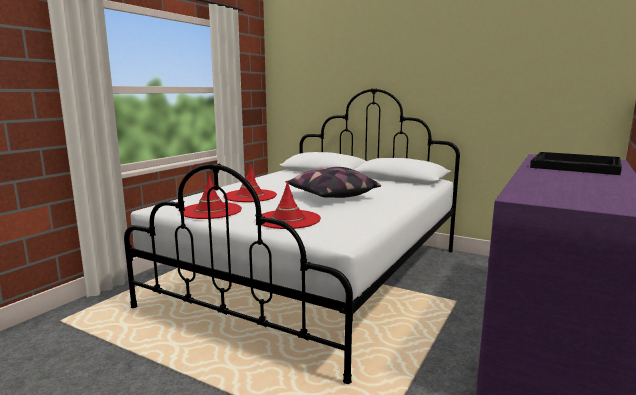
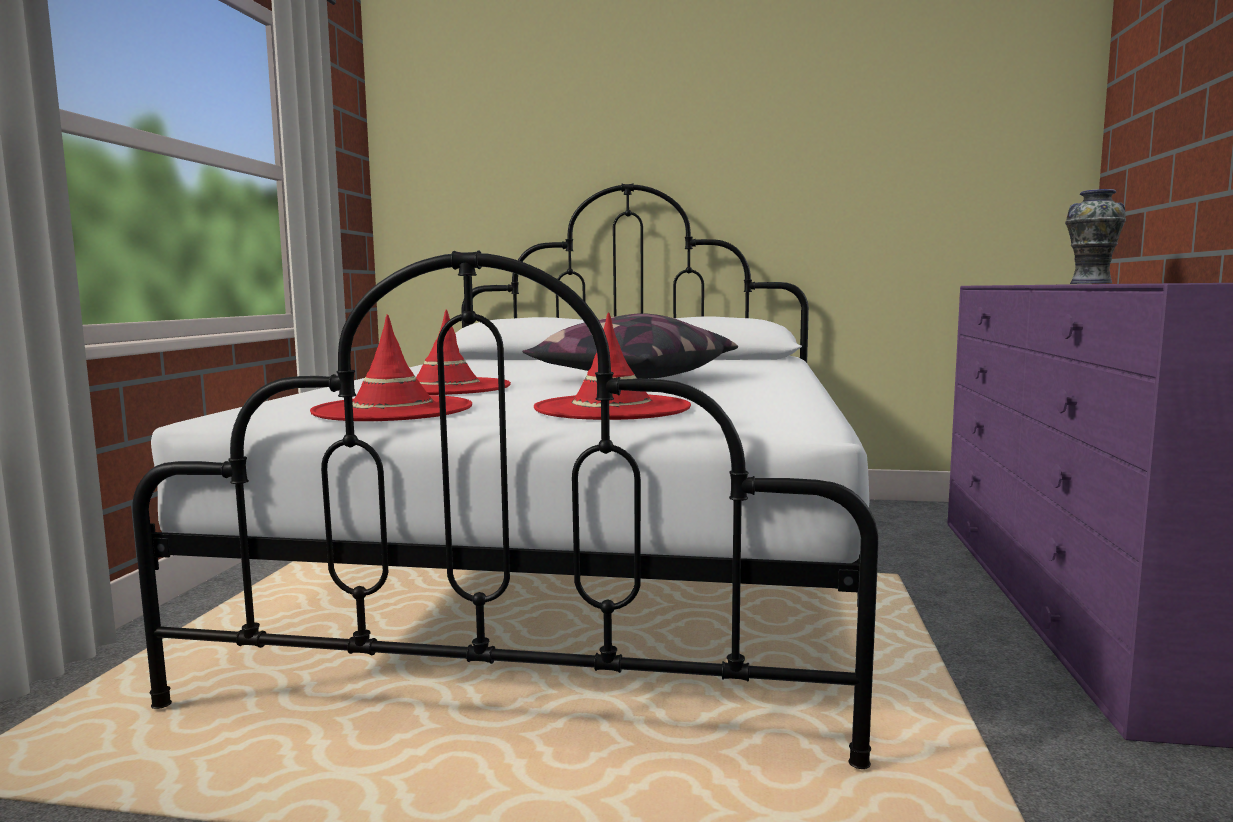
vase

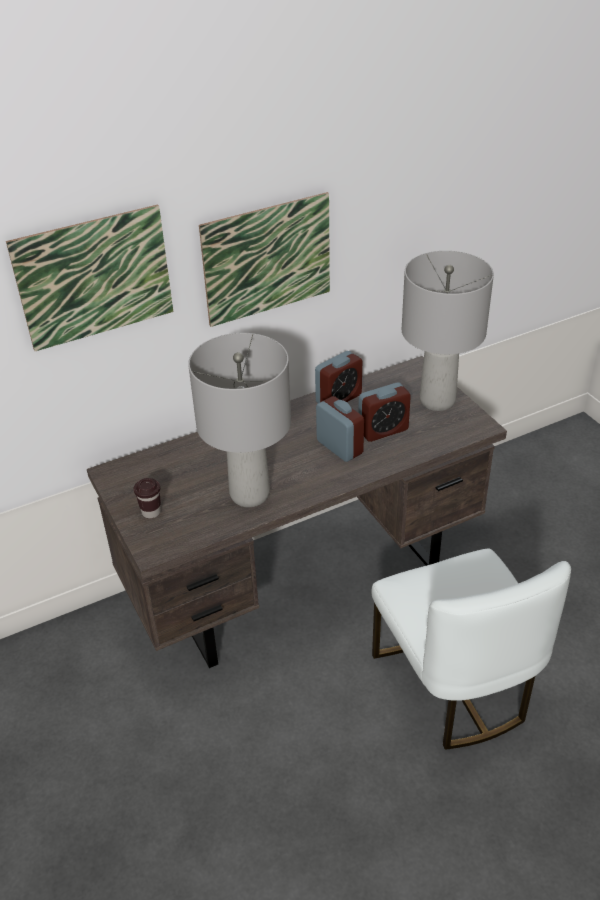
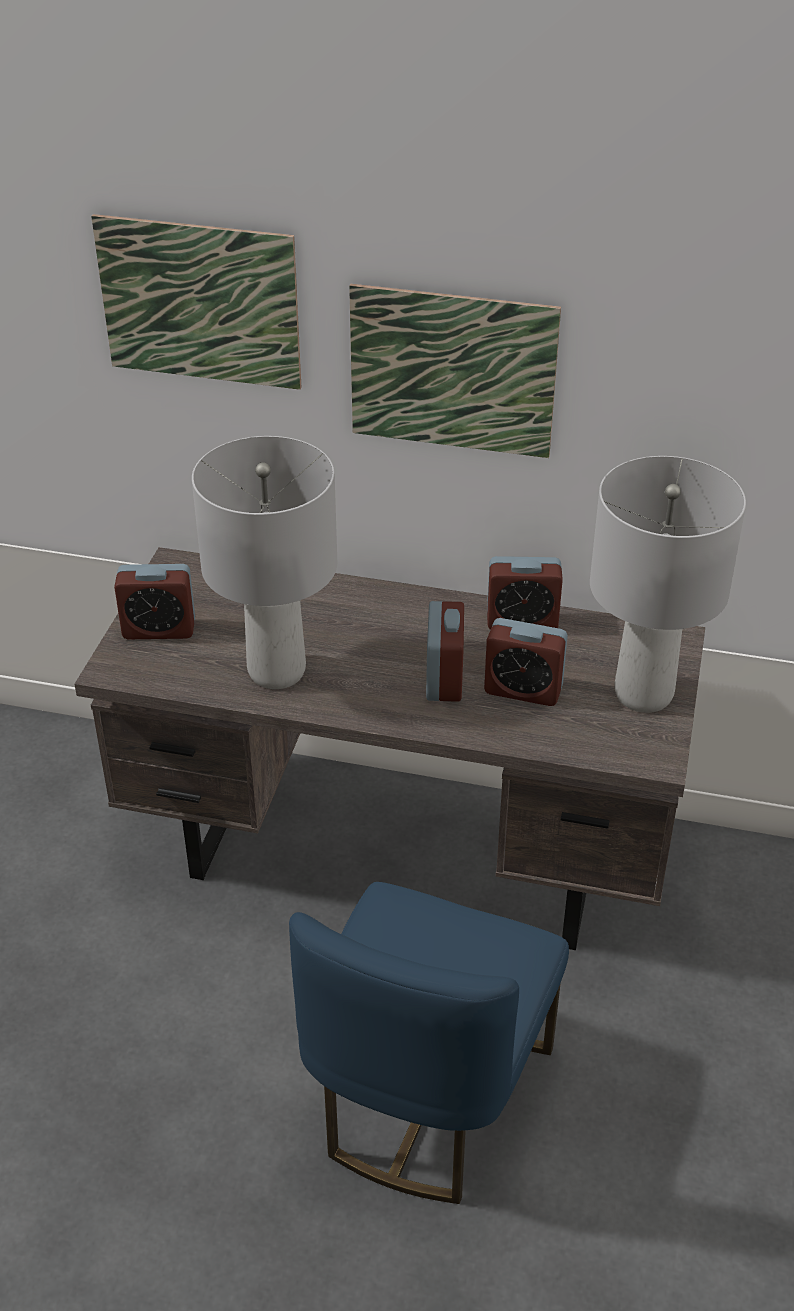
alarm clock (1st from left); chair/blue-coloured

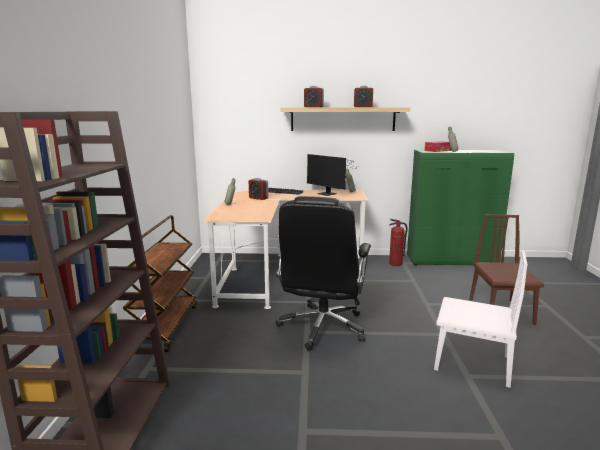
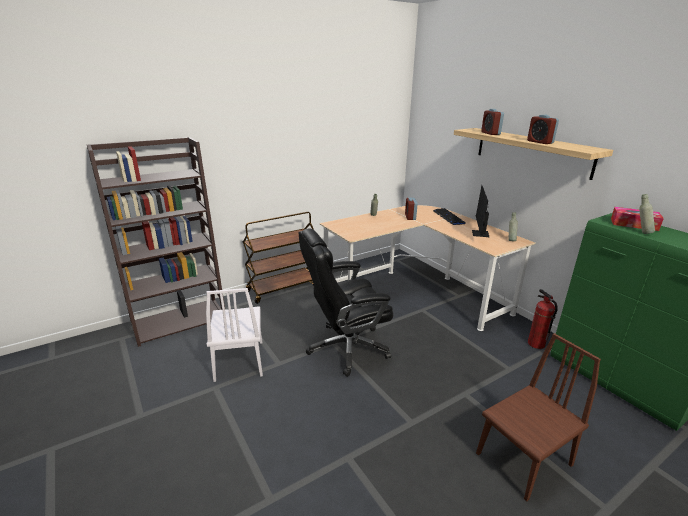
chair/whitish

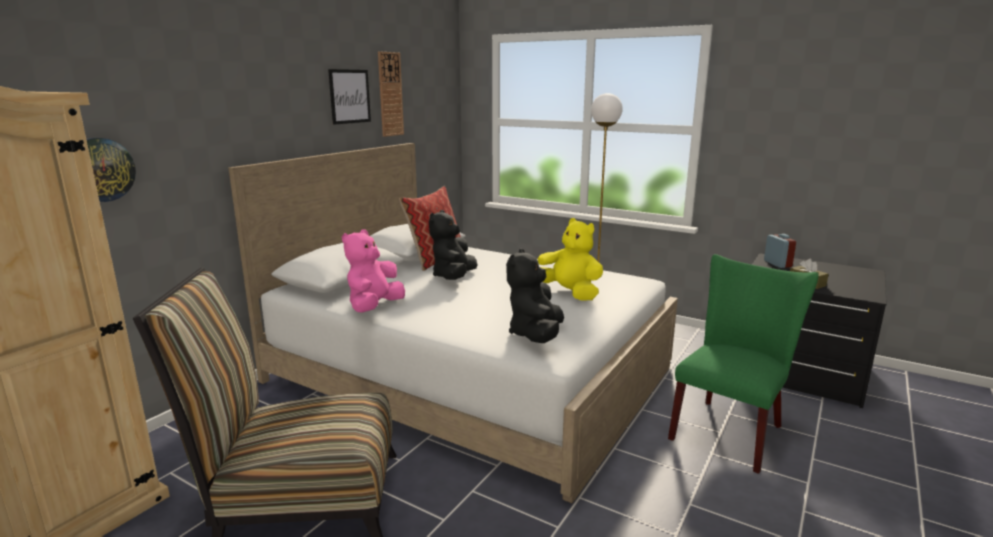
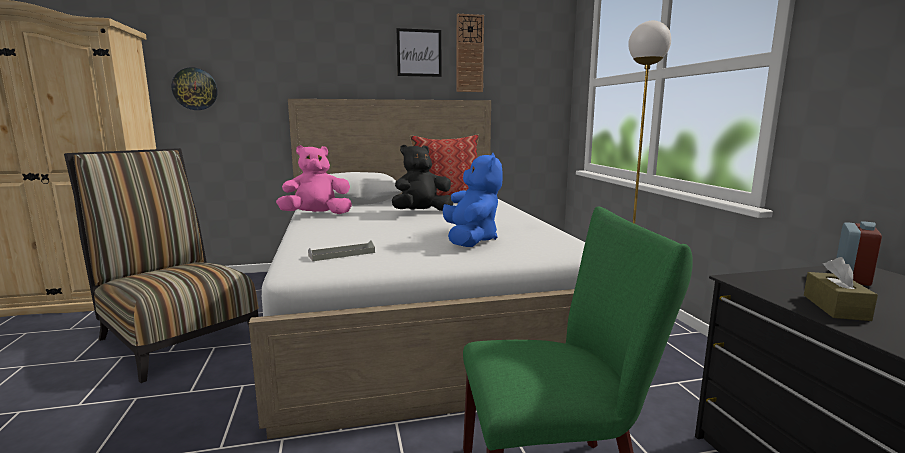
plush toy/blue-coloured; tray/gray

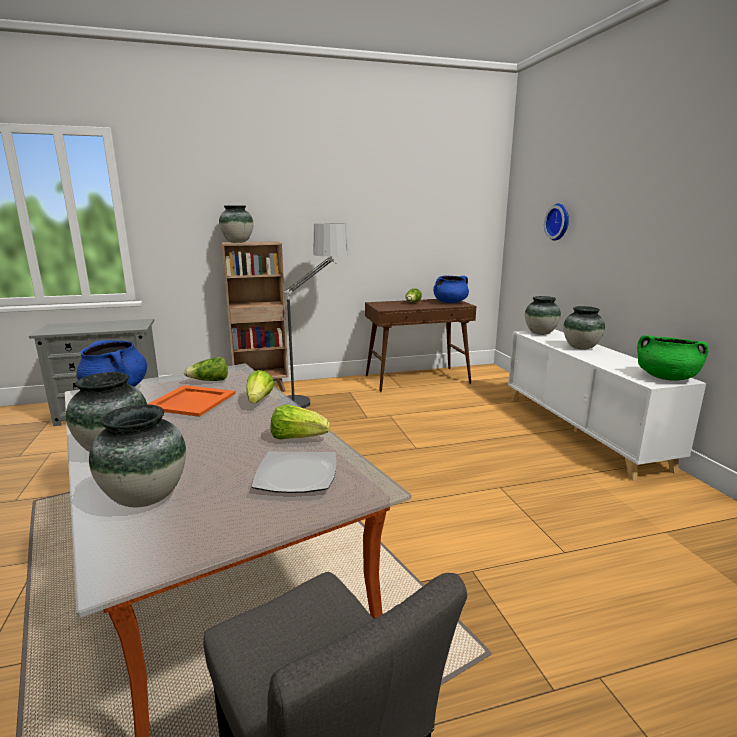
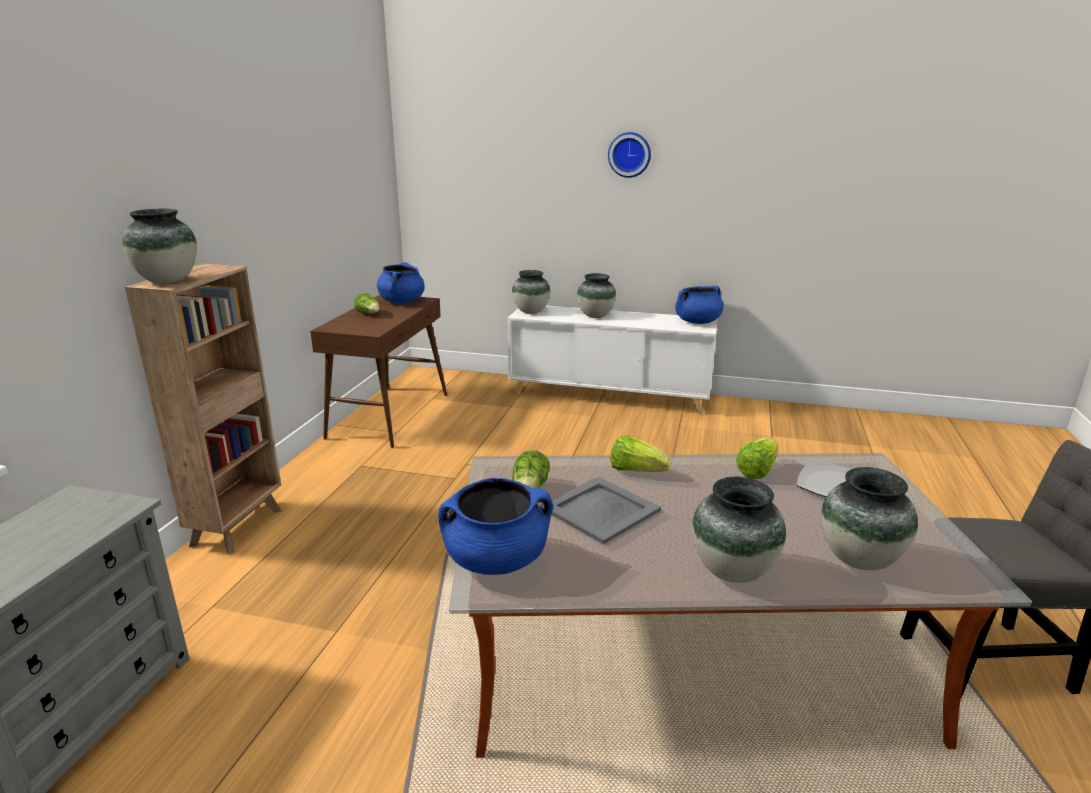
clock on the wall; standard lamp; saucepot/blue-coloured (3rd from left); tray/gray

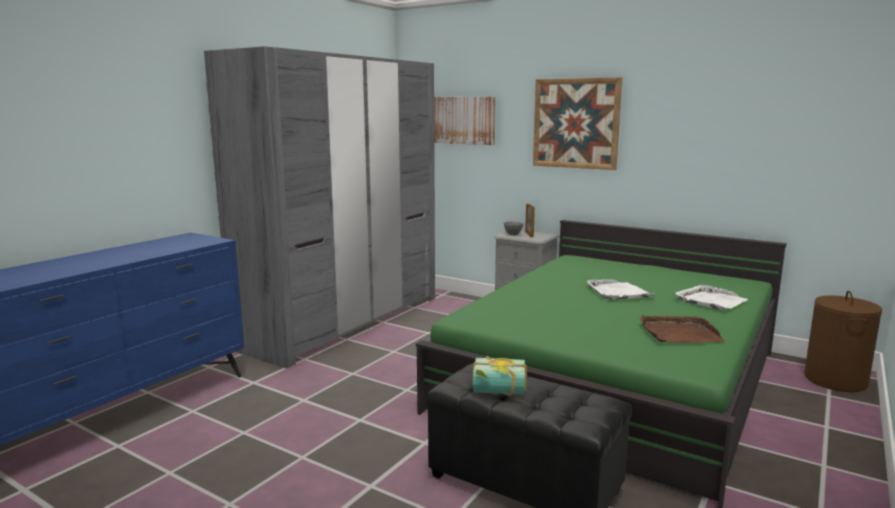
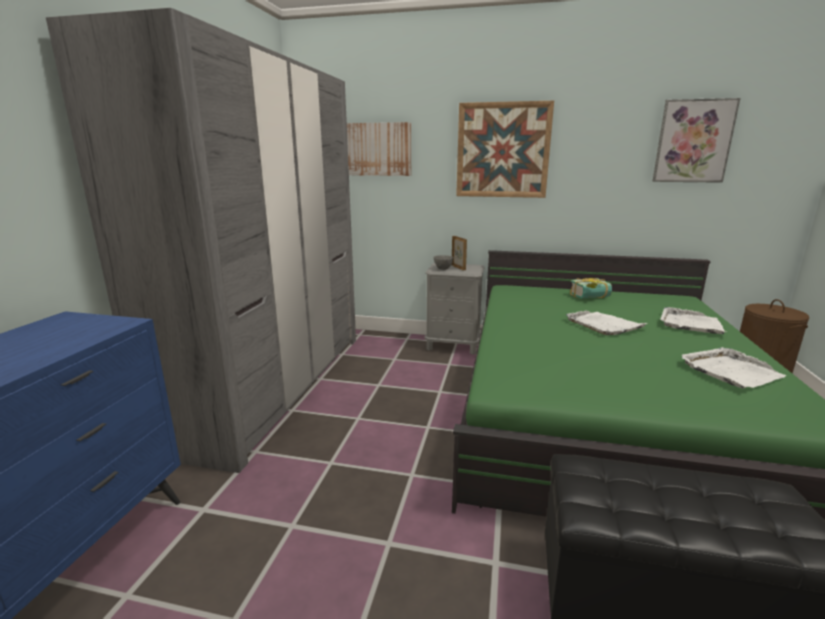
tray/whitish (3rd from left); bound book; picture (3rd from left)

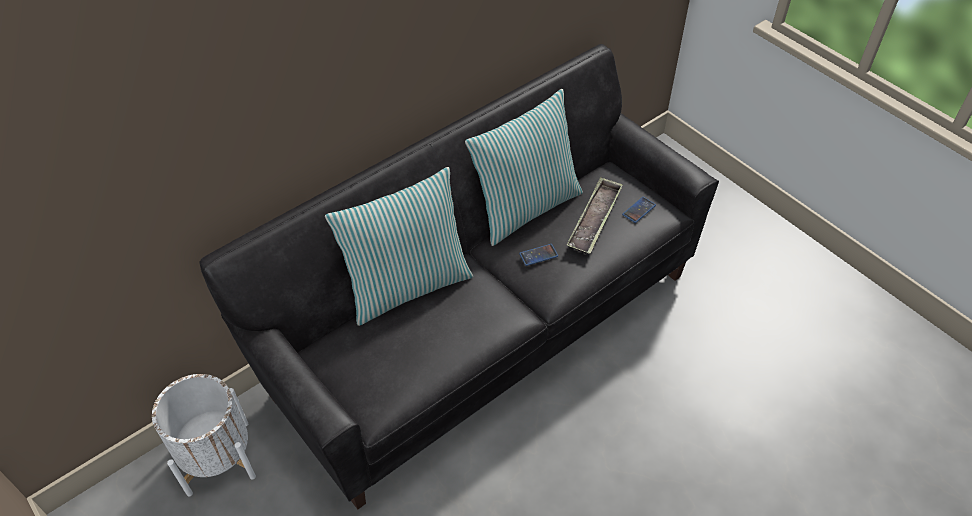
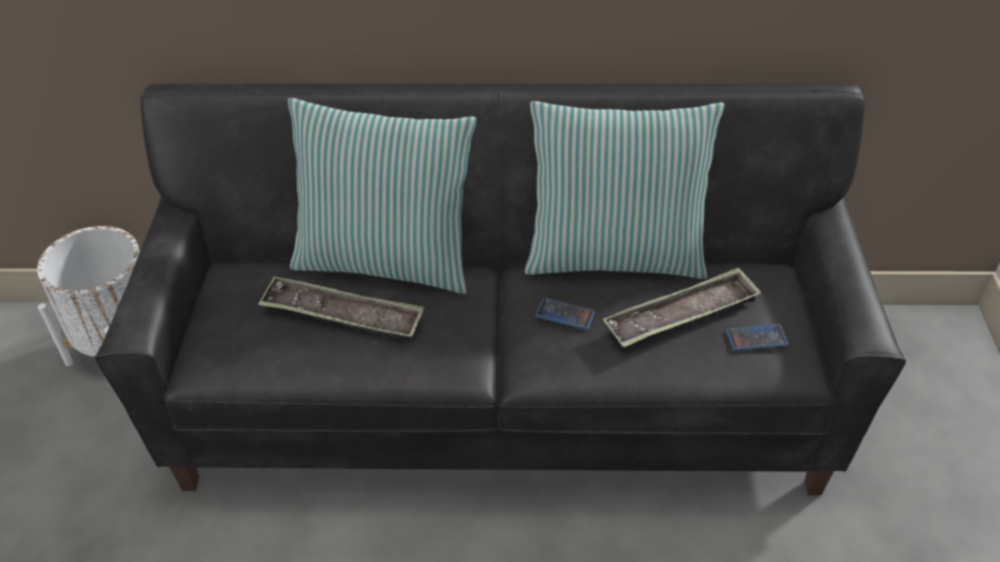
tray (1st from left)

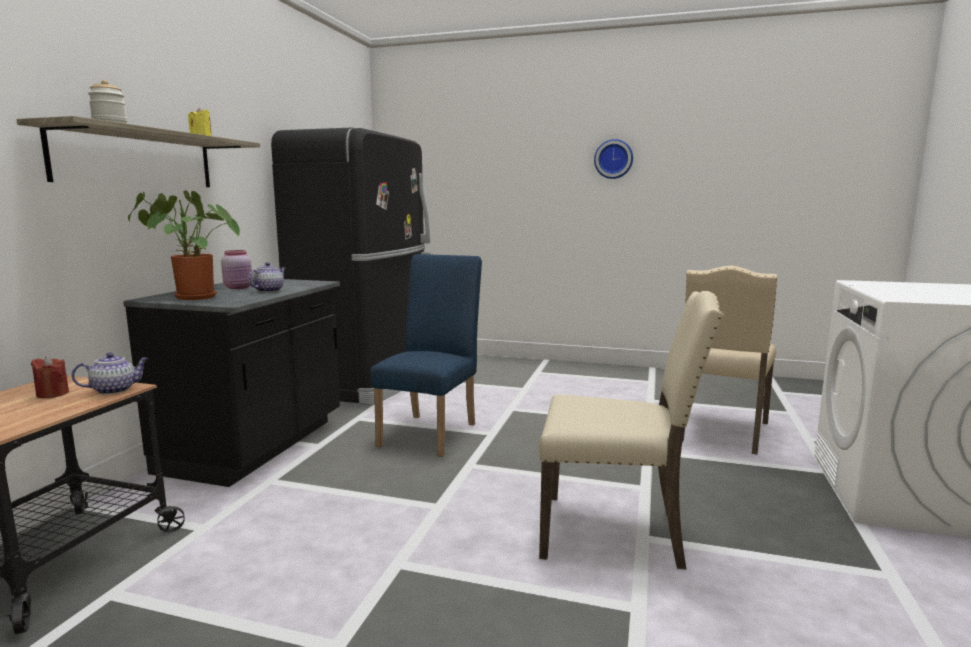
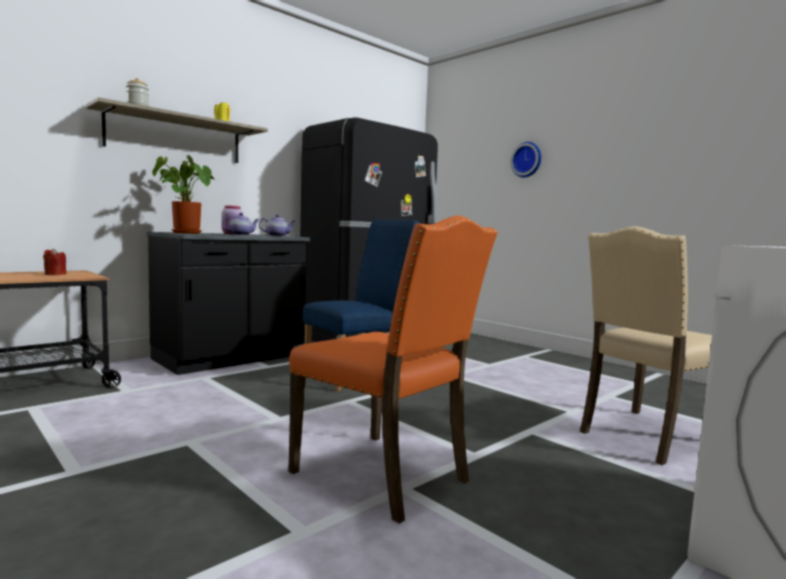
clock on the wall; chair/orange; pot for tea (2nd from left)

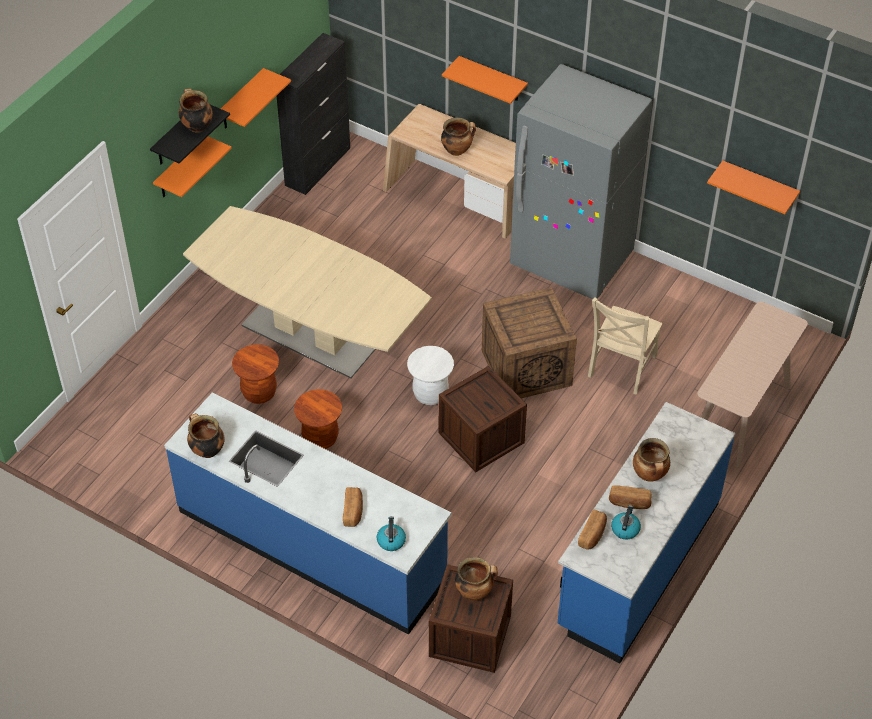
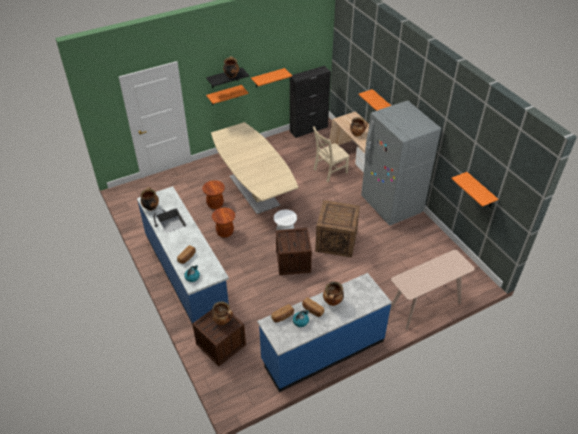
chair/beige

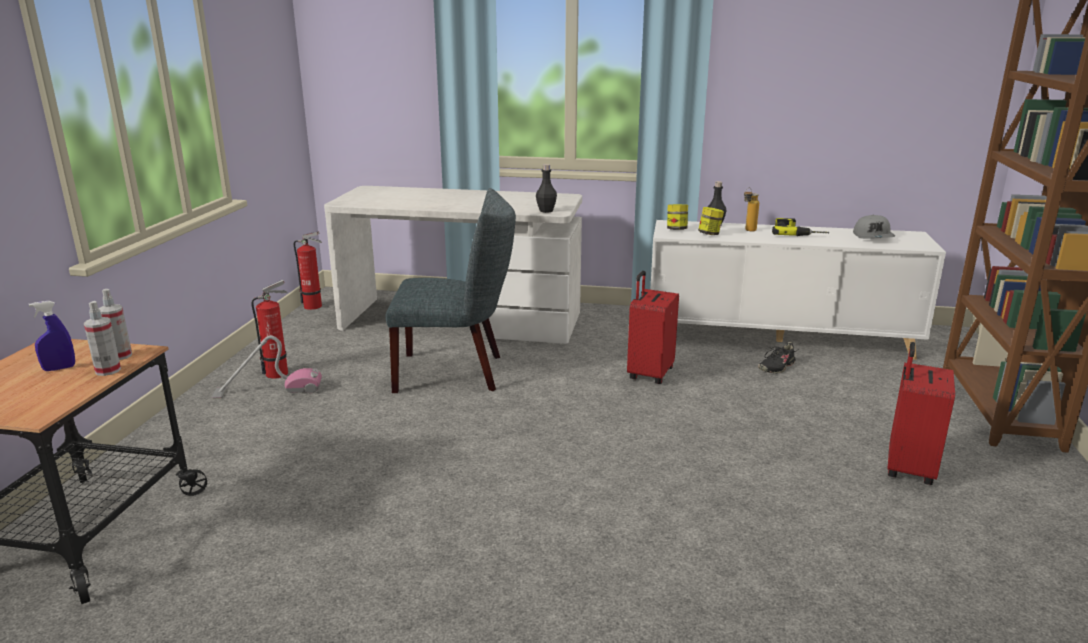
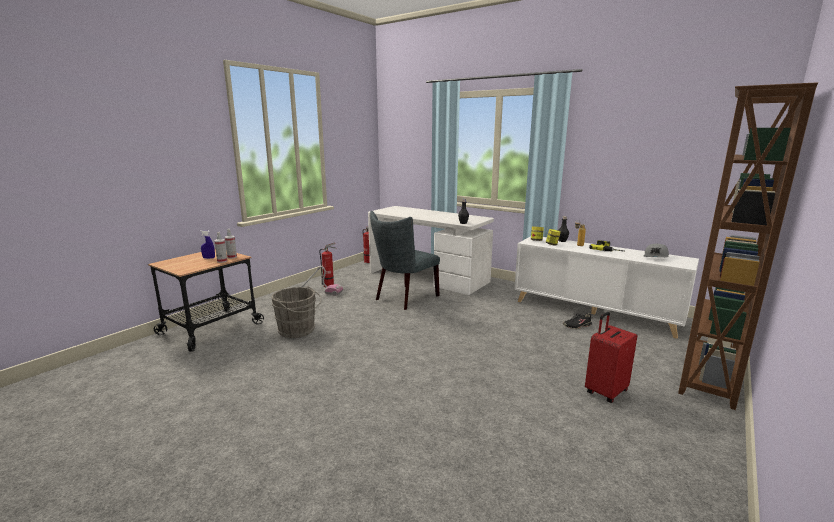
chair/gray; piece of luggage/red (1st from left in the first image); bucket/gray

